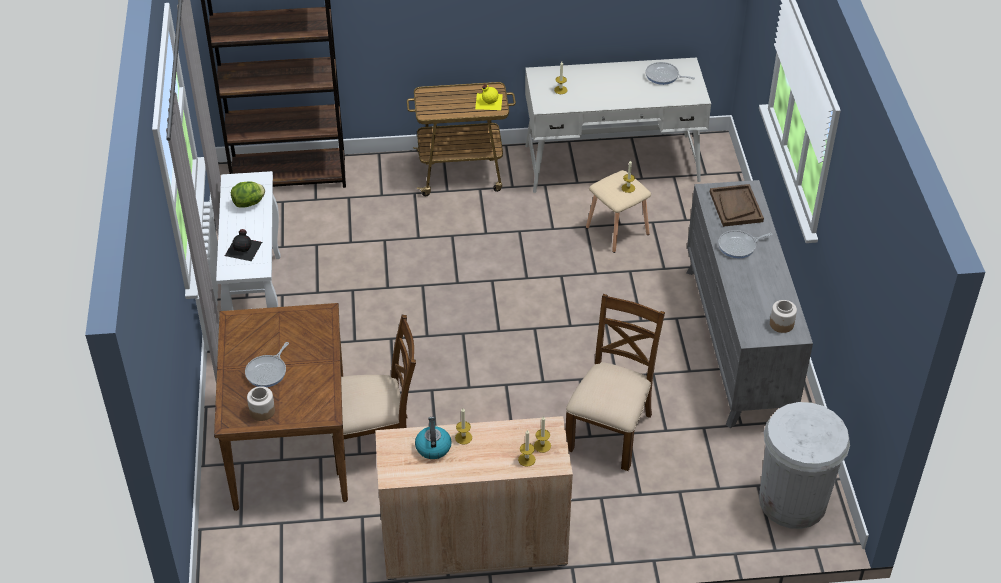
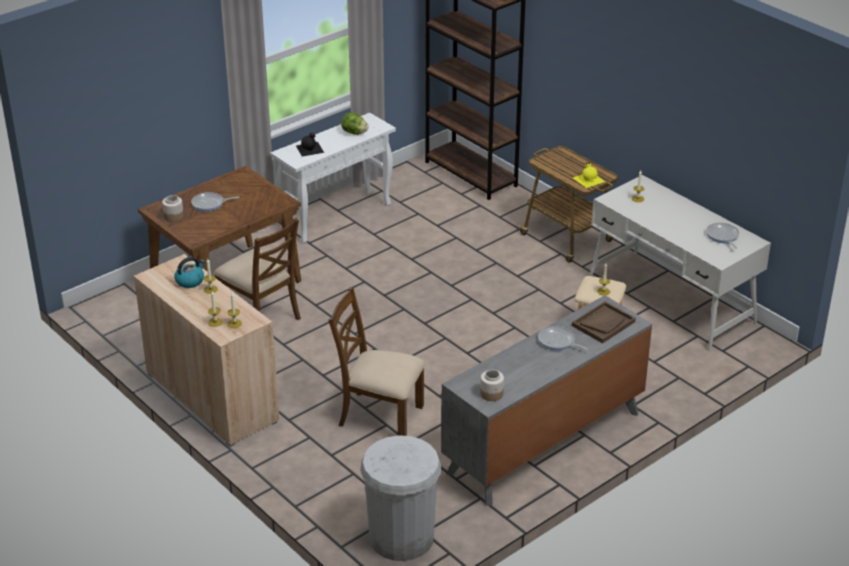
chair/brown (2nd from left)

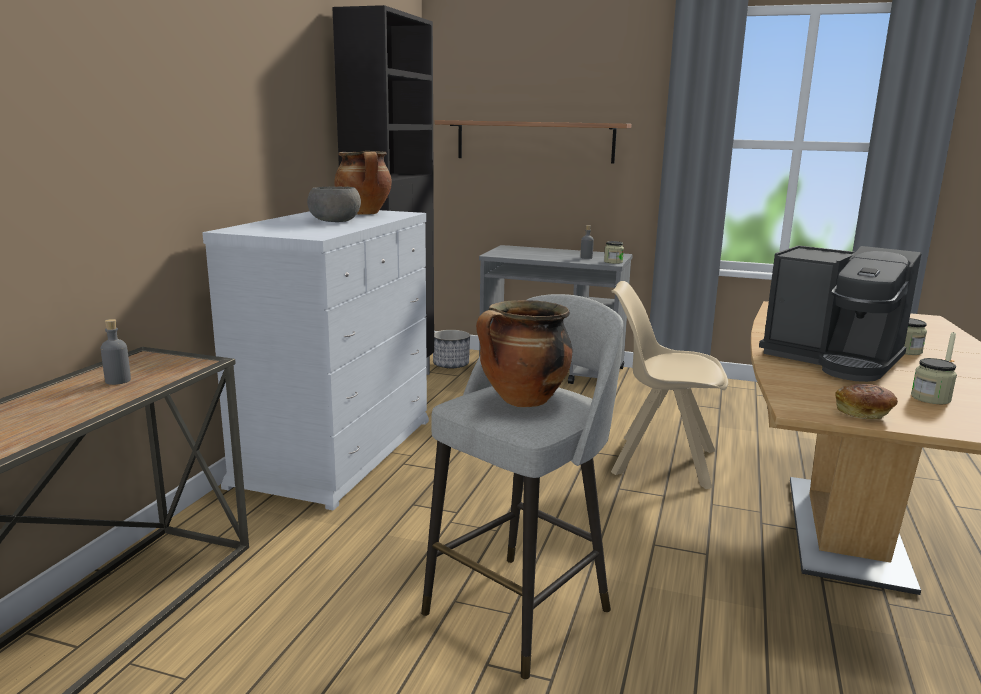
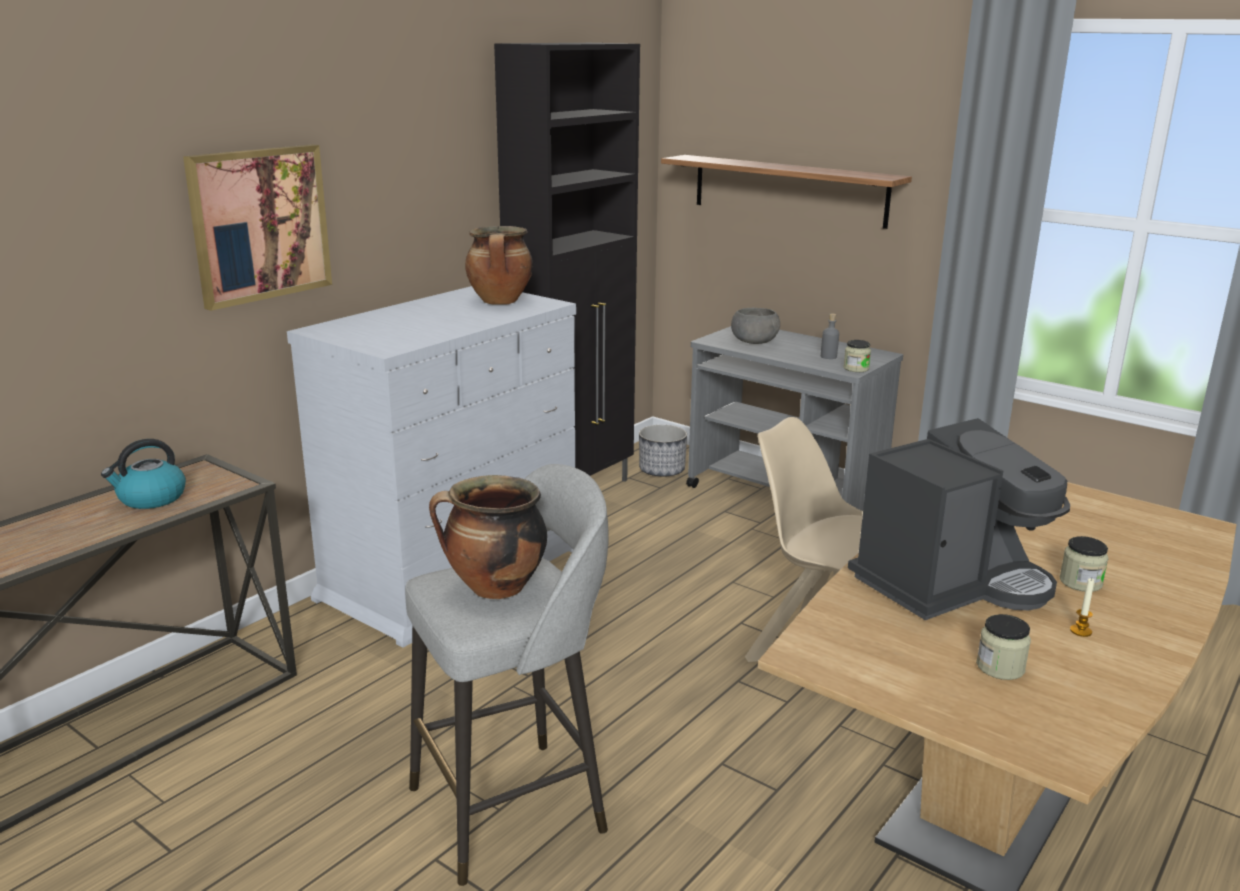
deep dish/gray; coffee maker; water kettle; baked bread; picture

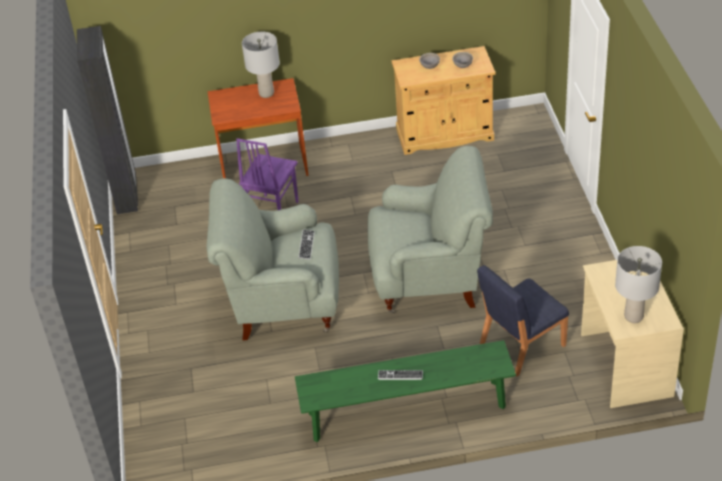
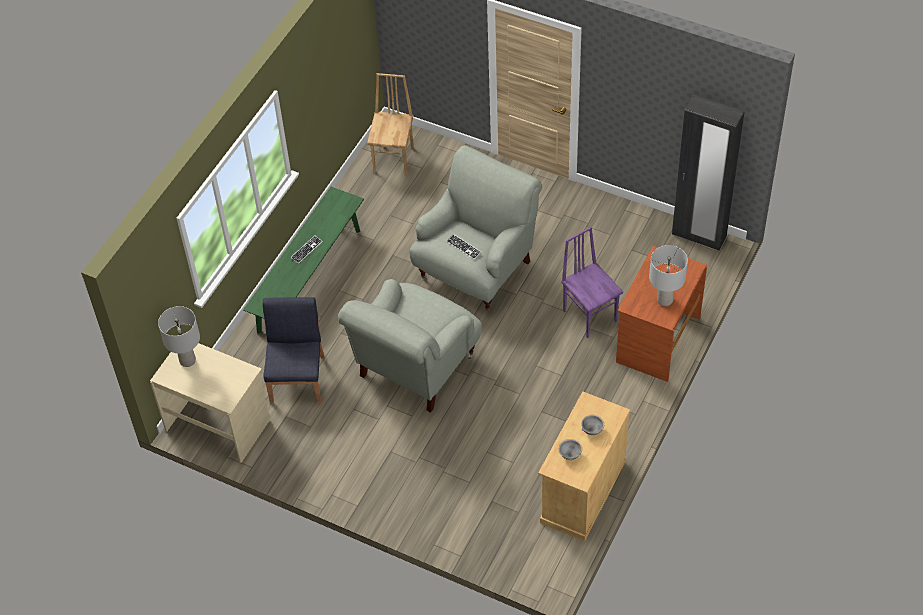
chair/brown

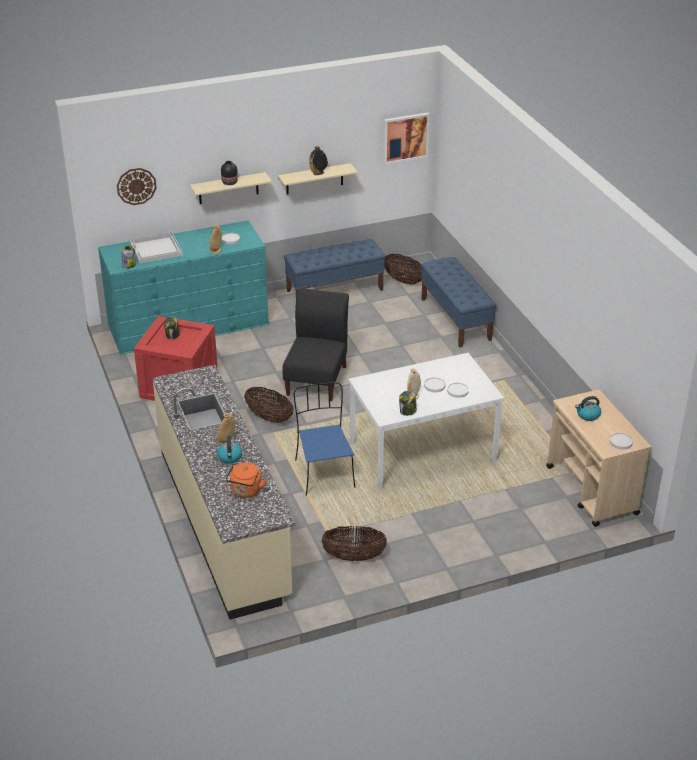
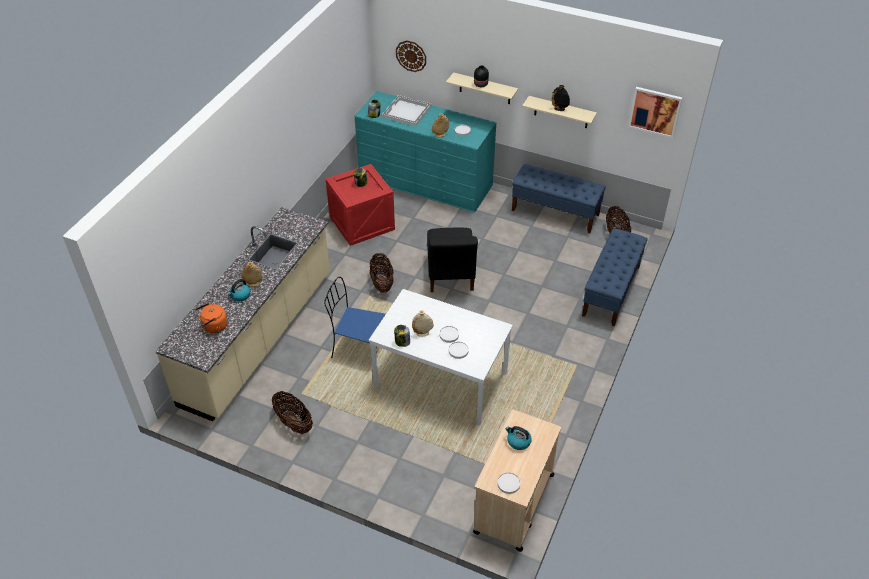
chair/blackish; chair/blue-coloured

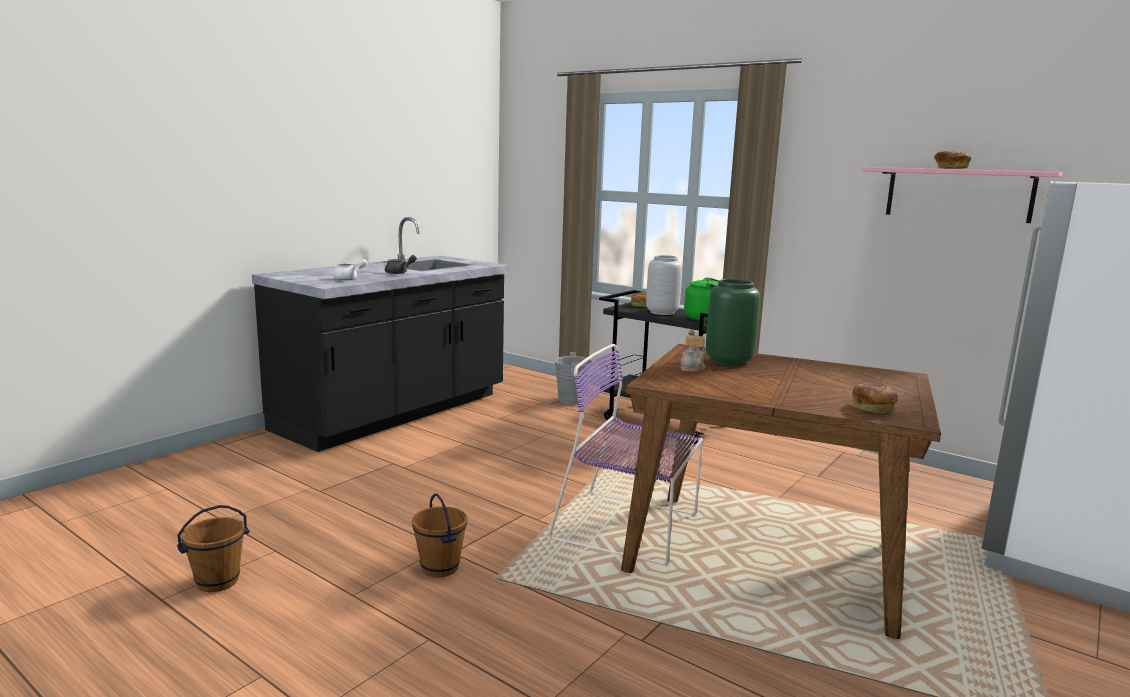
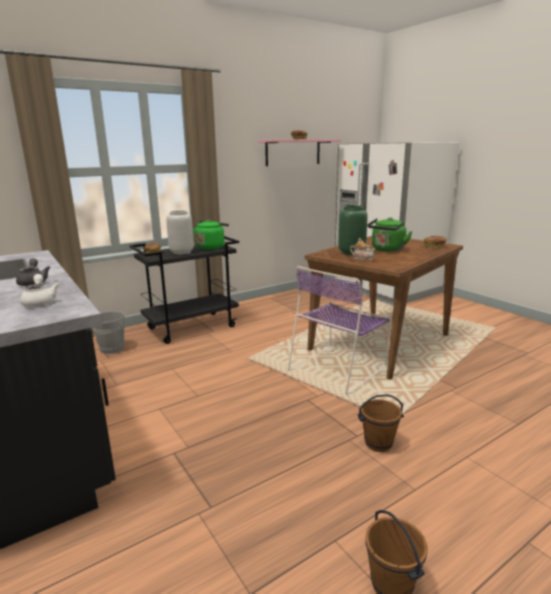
water kettle/greenish (2nd from left)

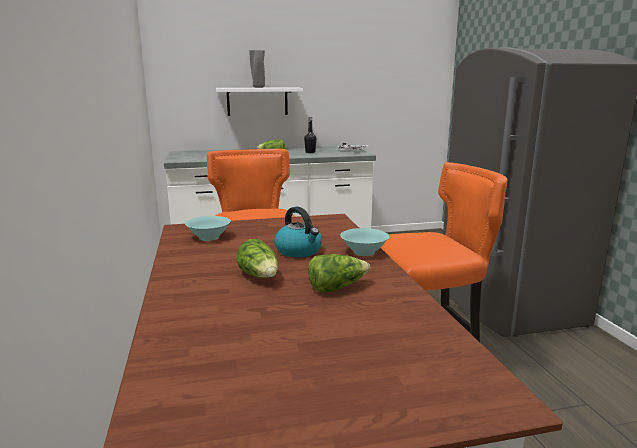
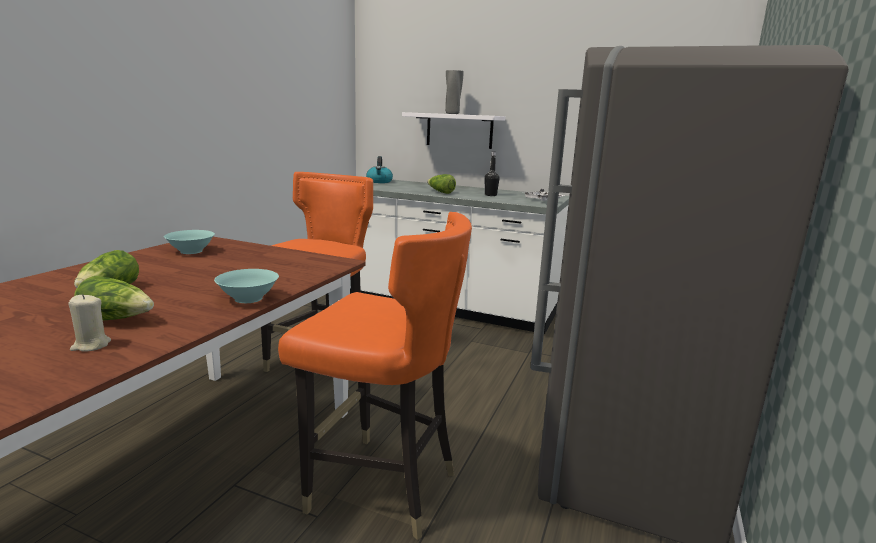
water kettle; wax light/beige

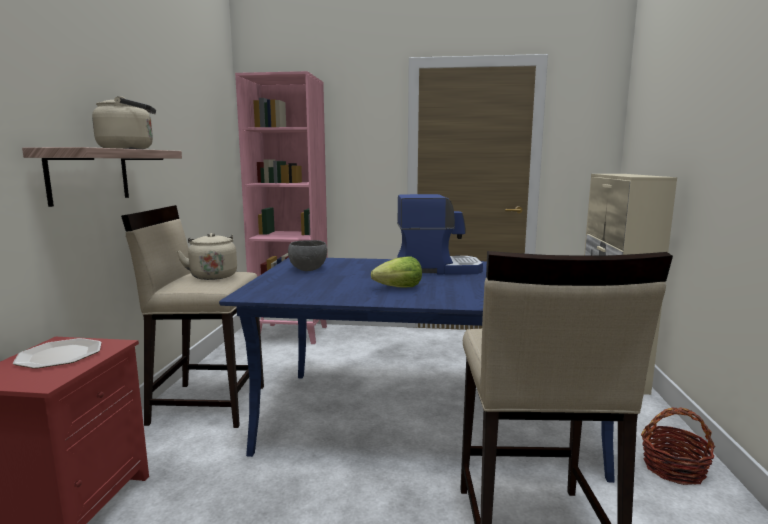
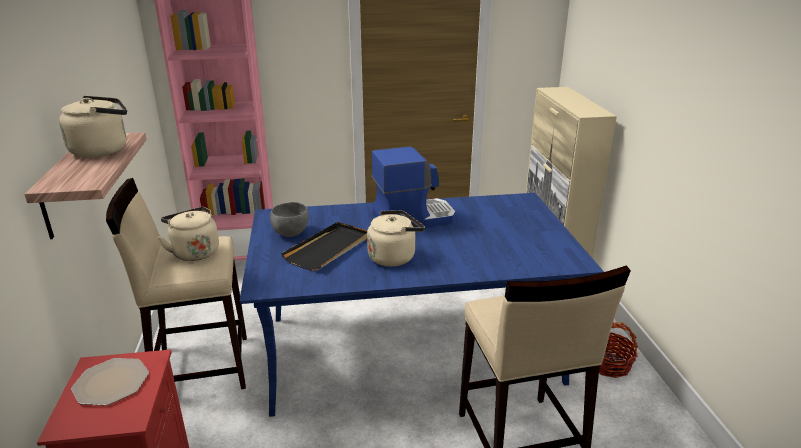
water kettle/beige (3rd from left); tray/blackish

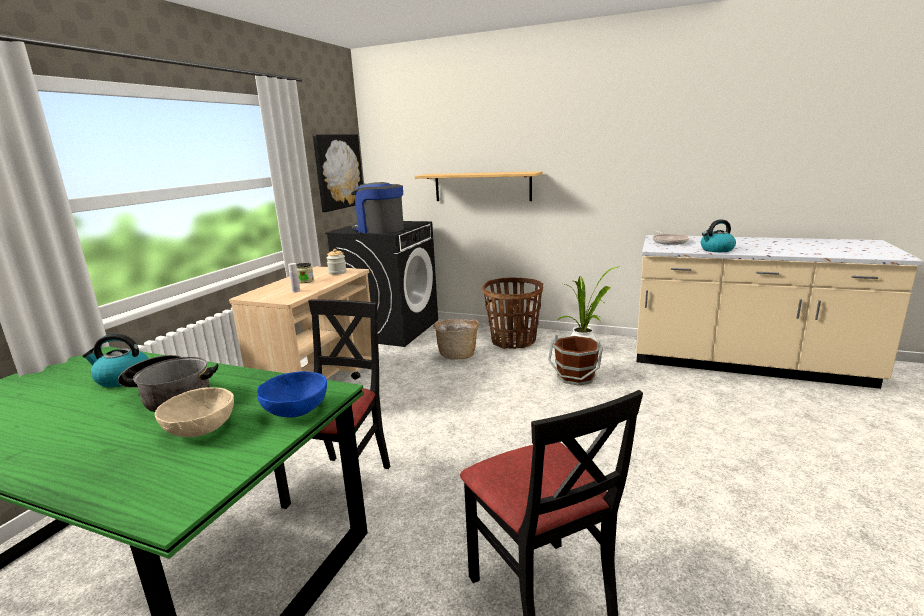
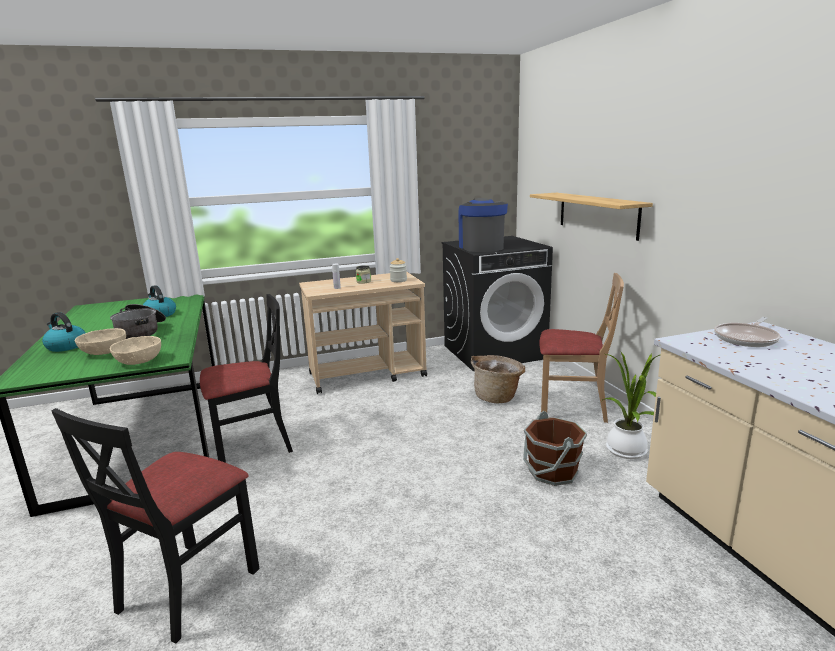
picture; water kettle (1st from left); chair/beige; deep dish/beige (2nd from left)

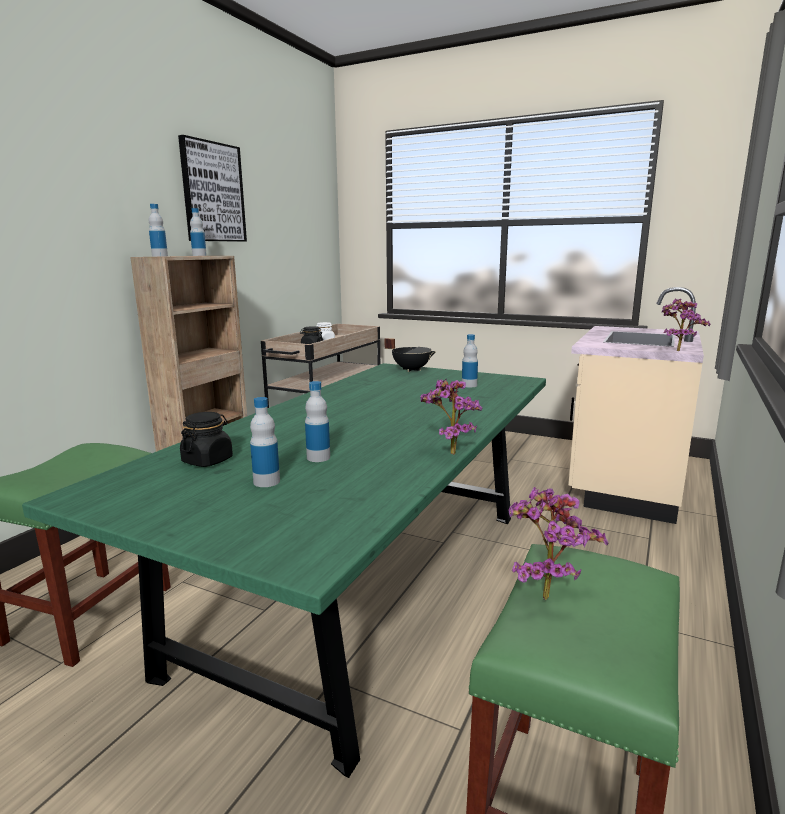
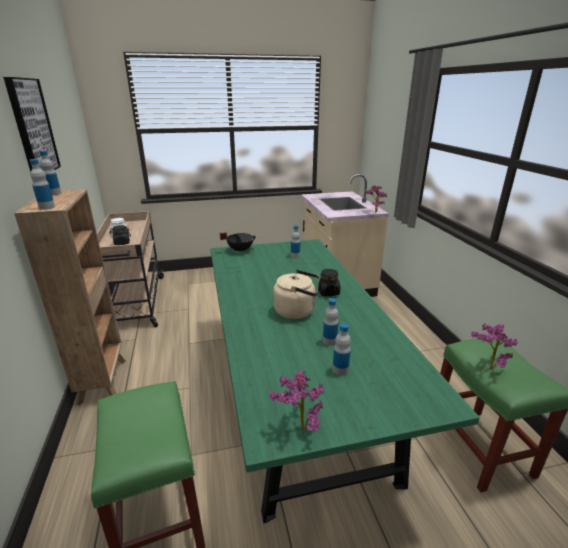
potted plant (1st from left); storage jar/blackish (2nd from left); water kettle/beige

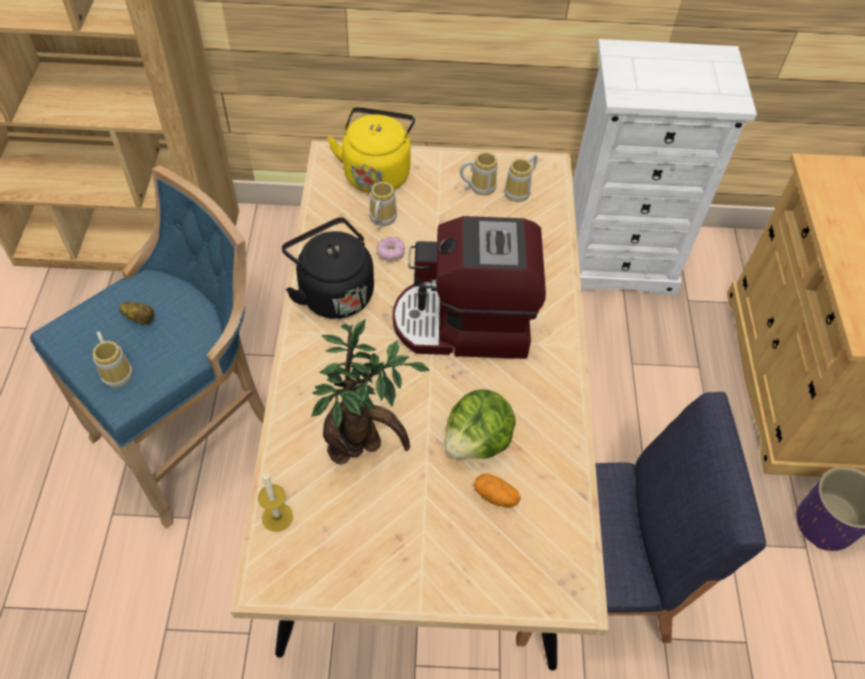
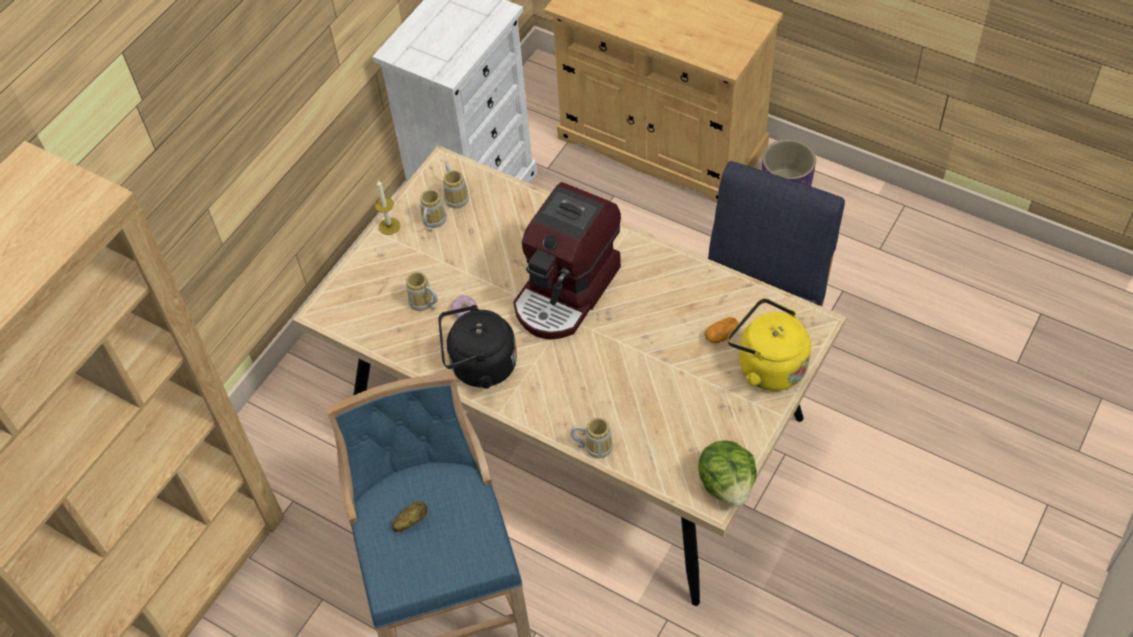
water kettle/yellowish; potted plant; tea mug (4th from left); head of lettuce; wax light

